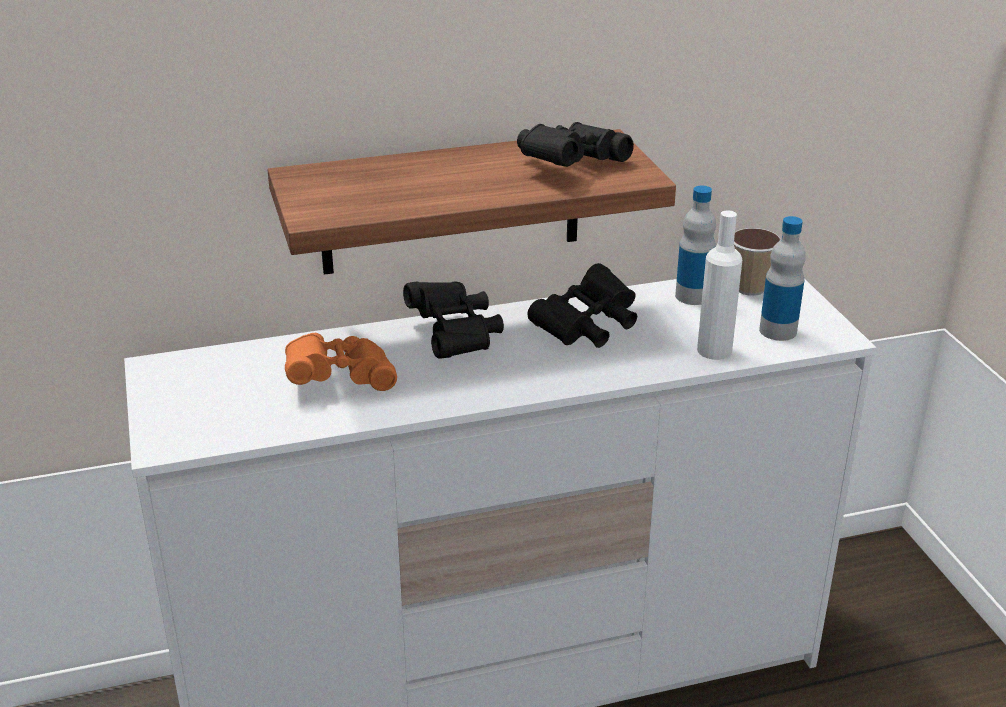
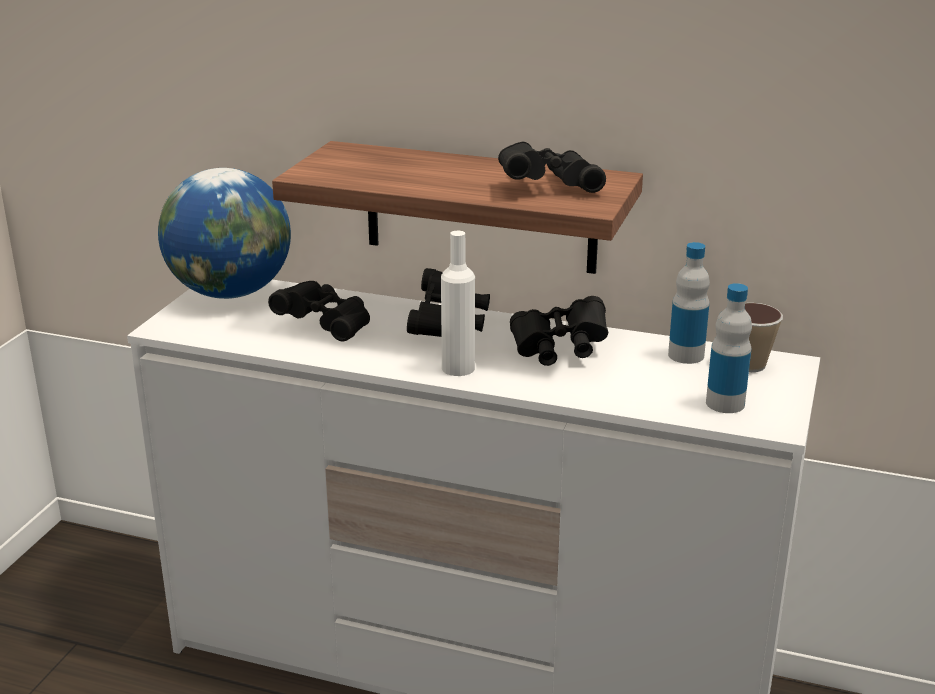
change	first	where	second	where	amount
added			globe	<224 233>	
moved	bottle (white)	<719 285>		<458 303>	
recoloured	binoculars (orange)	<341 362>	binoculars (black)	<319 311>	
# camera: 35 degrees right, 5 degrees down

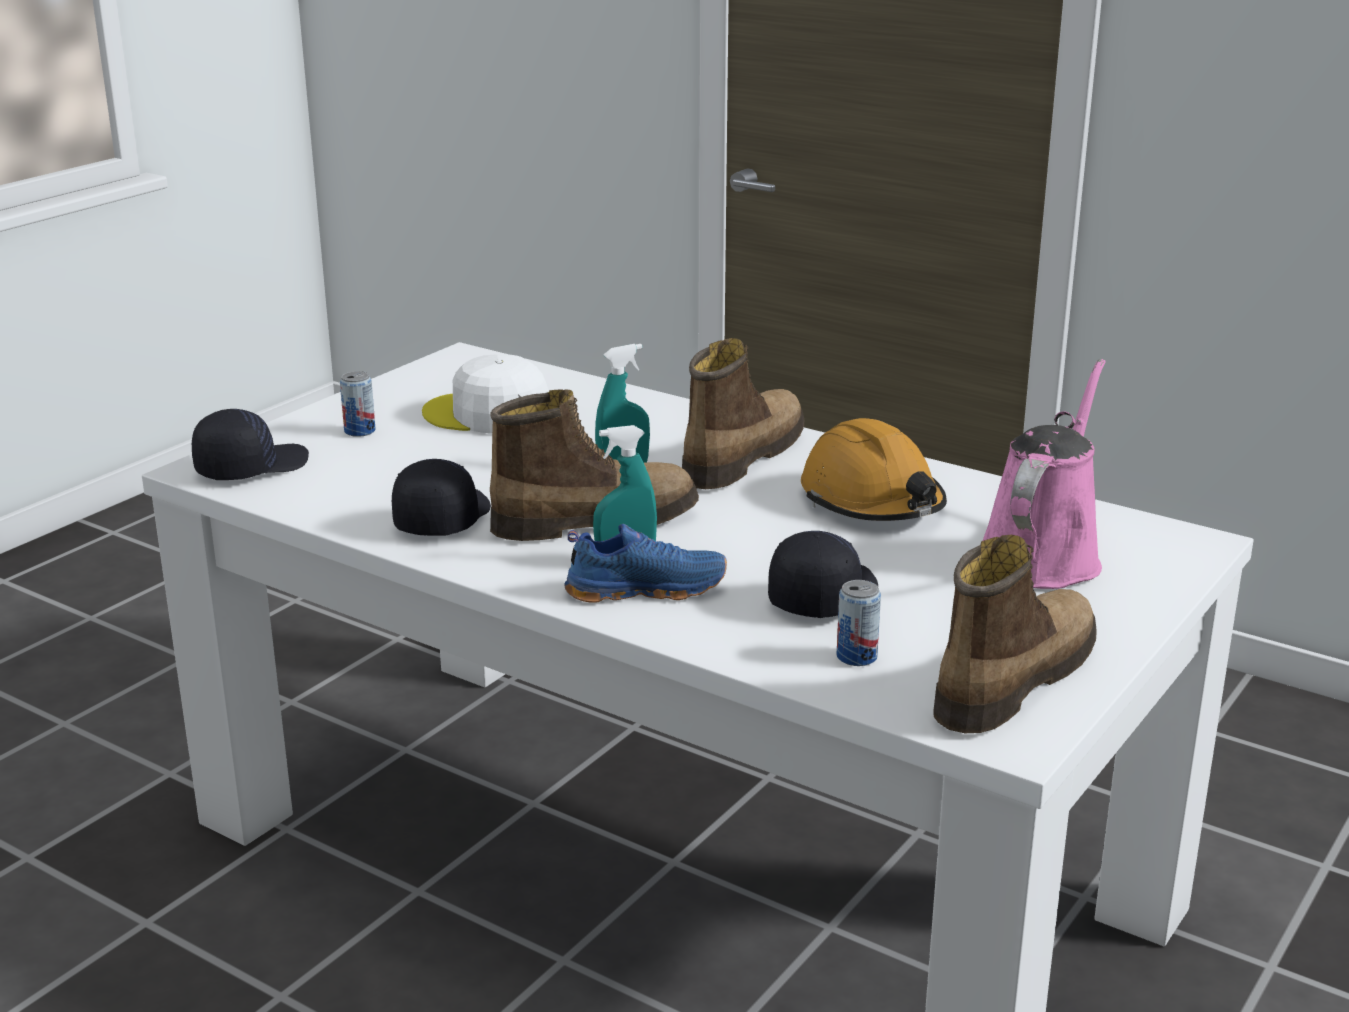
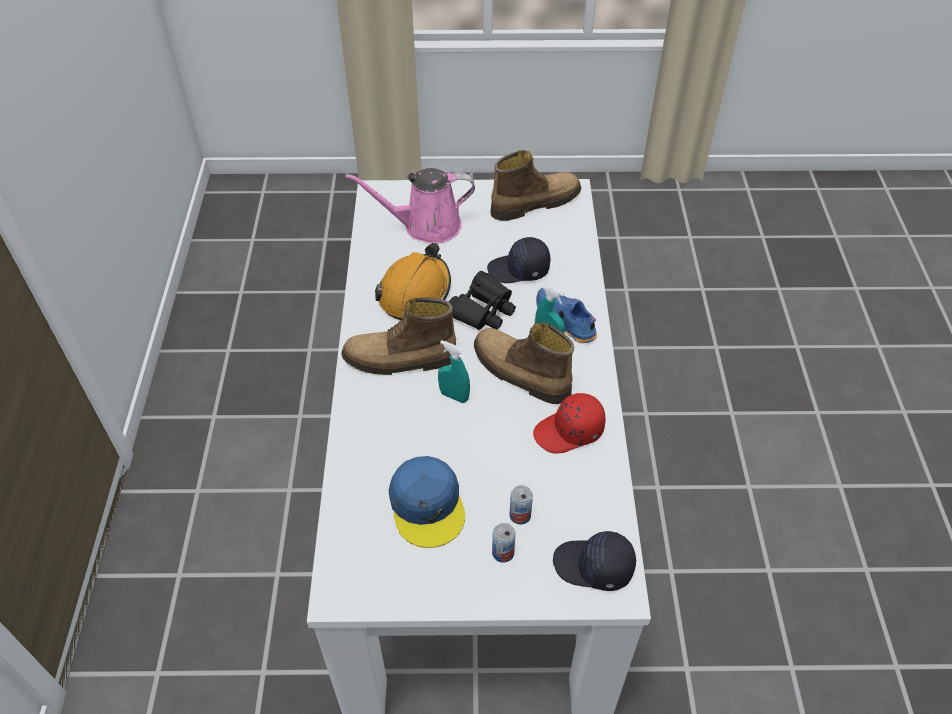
change	first	where	second	where	amount
added			binoculars (black)	<482 300>	
moved	can	<859 623>		<521 505>	
recoloured	cap (black)	<441 497>	cap (red)	<569 423>	
recoloured	cap (white)	<485 394>	cap (blue)	<427 502>	
turned	boot	<1015 634>		<535 185>	150 degrees clockwise
# camera: 125 degrees left, 25 degrees up

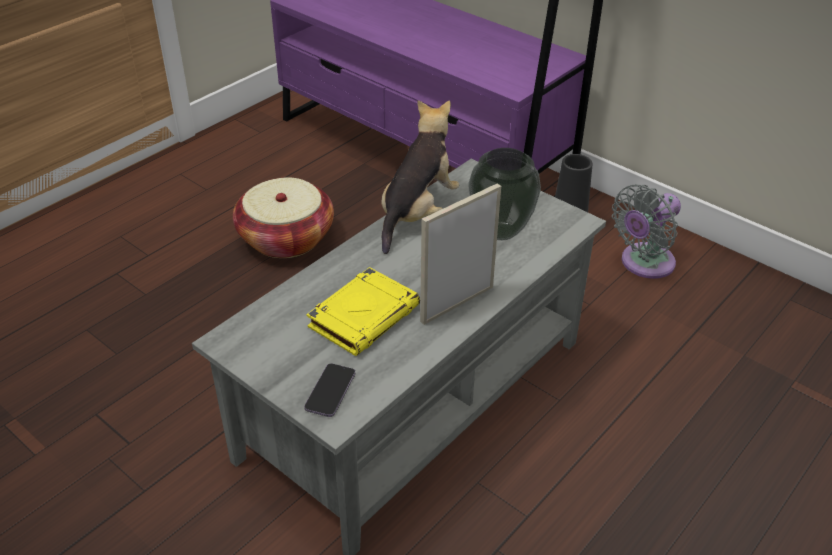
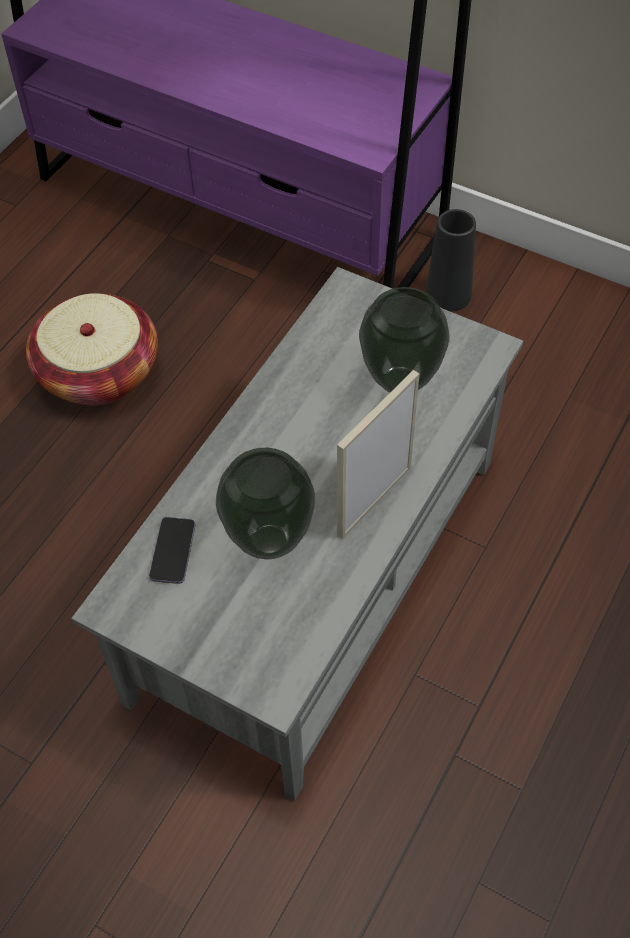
change	first	where	second	where	amount
removed	plush toy	<420 177>			
removed	fan (grey)	<646 231>			
moved	phone	<329 390>		<172 550>	
replaced	book (yellow)	<363 311>	vase	<265 503>	
# camera: 10 degrees left, 15 degrees up

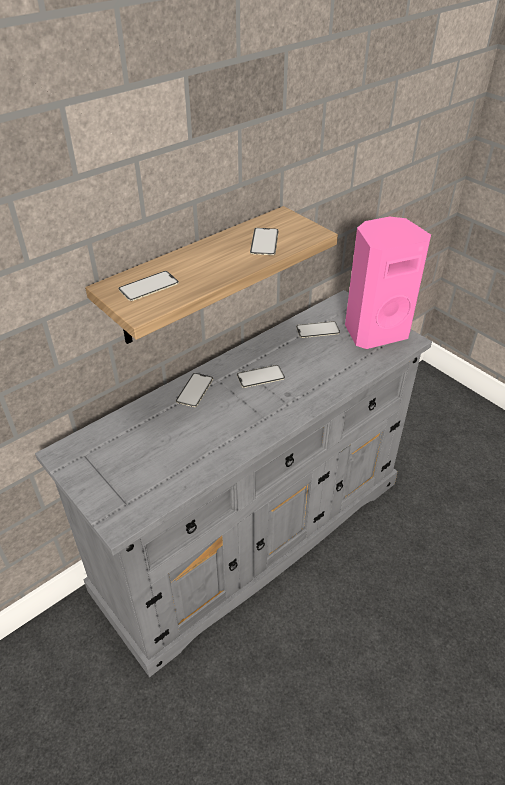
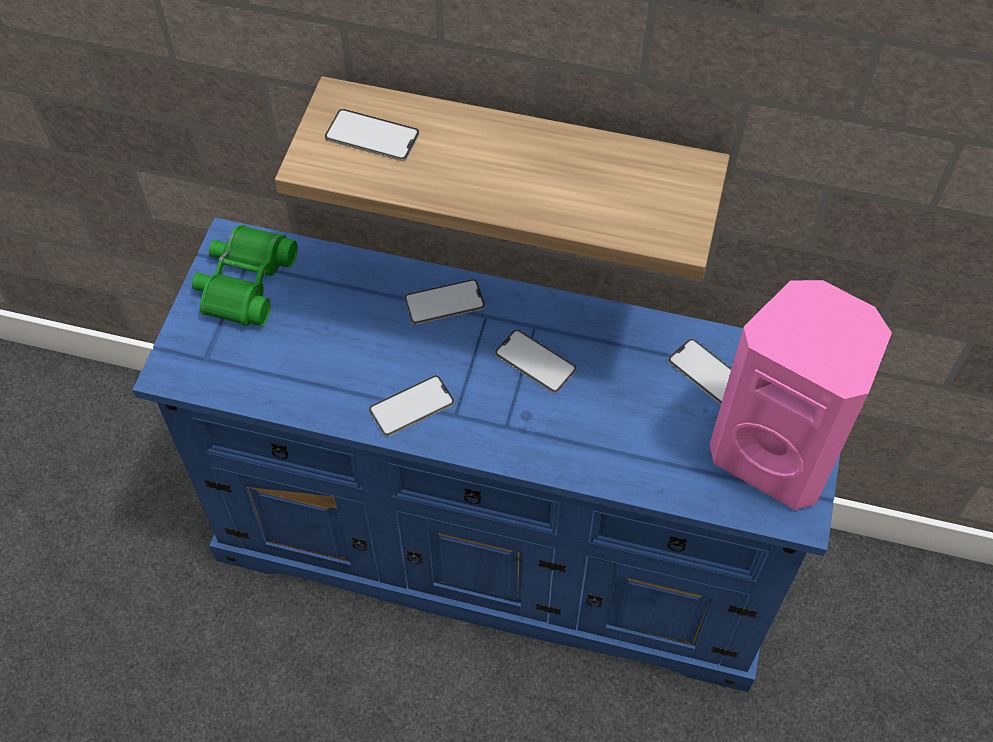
change	first	where	second	where	amount
added			binoculars (green)	<245 275>	
moved	phone	<264 241>		<412 406>	
recoloured	dresser (grey)	<233 483>	dresser (blue)	<486 454>	
# camera: 55 degrees right, 15 degrees up

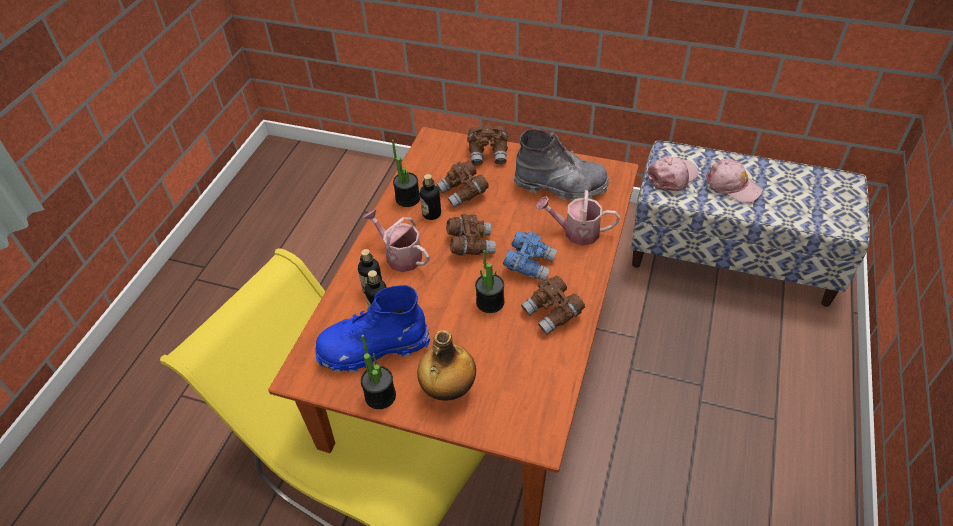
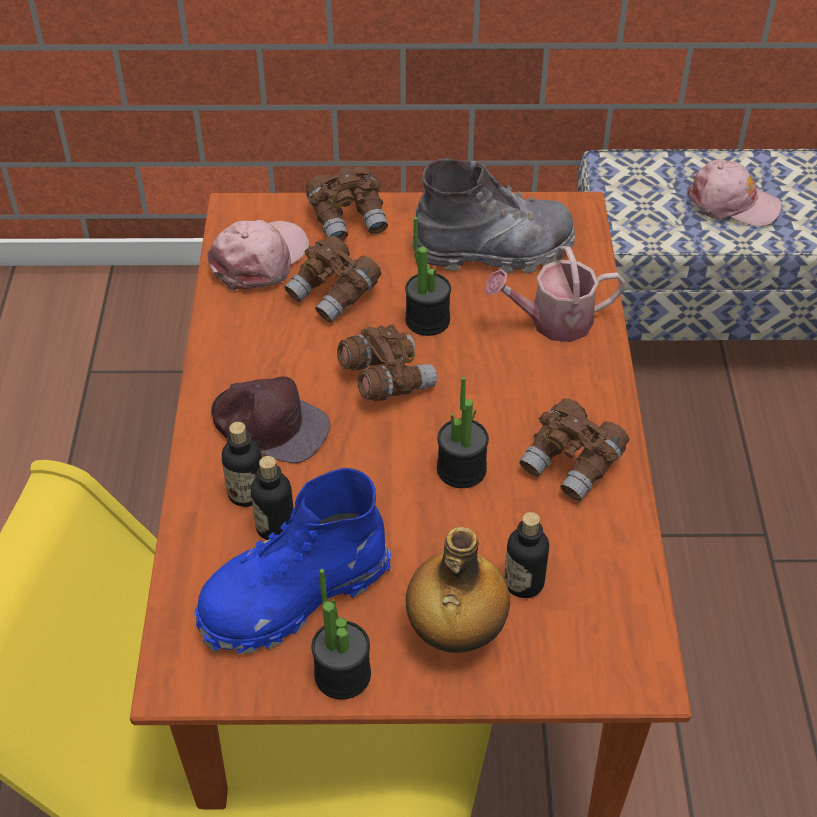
change	first	where	second	where	amount
removed	binoculars (blue)	<530 256>			
moved	potted plant	<406 173>		<428 276>	
moved	bottle	<430 197>		<526 555>	
moved	cap (pink)	<673 173>		<258 255>	
replaced	watering can	<396 240>	cap (brown)	<271 419>	
# camera: 20 degrees left, 0 degrees up

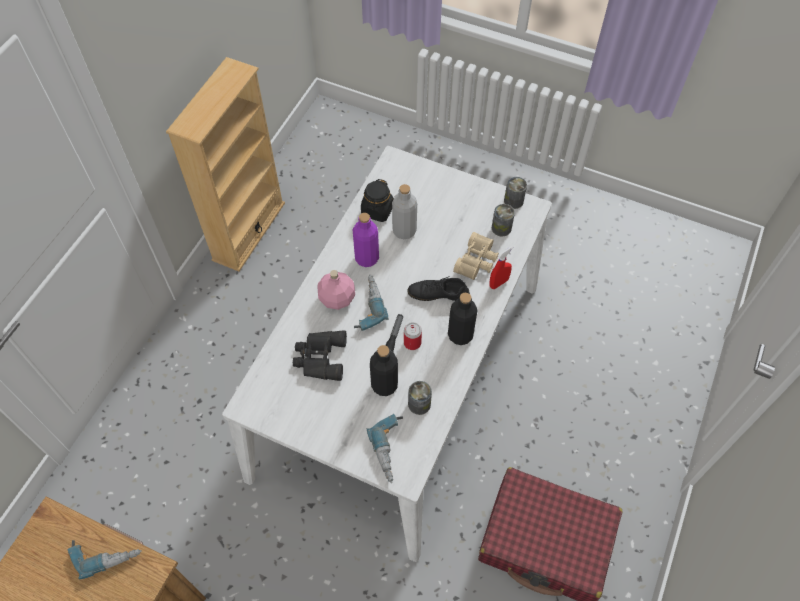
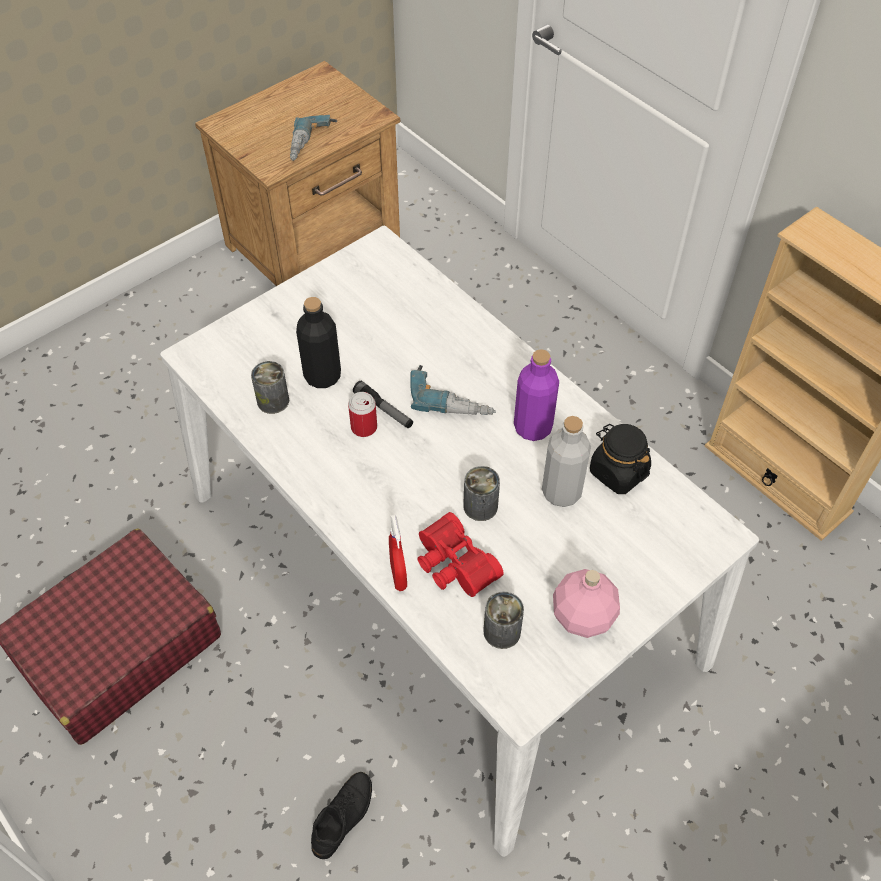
change	first	where	second	where	amount
removed	binoculars (black)	<320 356>			
removed	power drill	<385 448>			
removed	bottle (black)	<463 319>			
moved	bottle (pink)	<336 290>		<586 603>	
moved	shoe (black)	<438 288>		<341 815>	
moved	can	<515 193>		<481 493>	
recoloured	binoculars (beige)	<476 256>	binoculars (red)	<461 554>	
# camera: 115 degrees right, 5 degrees down

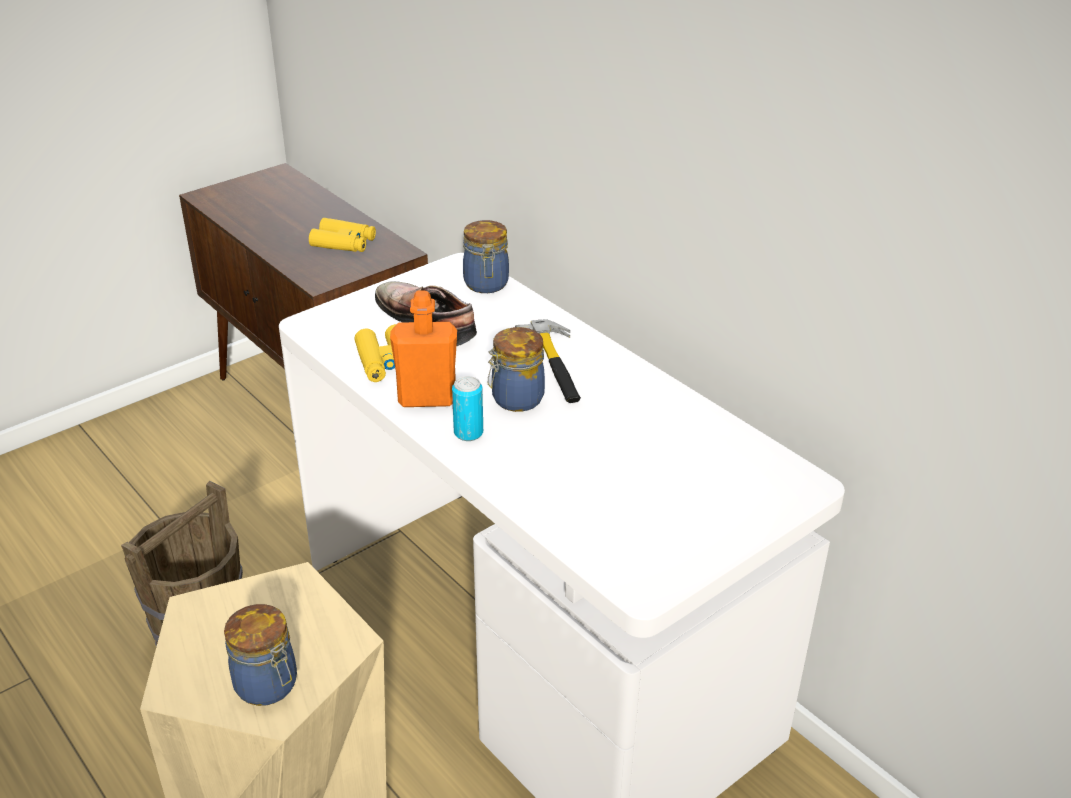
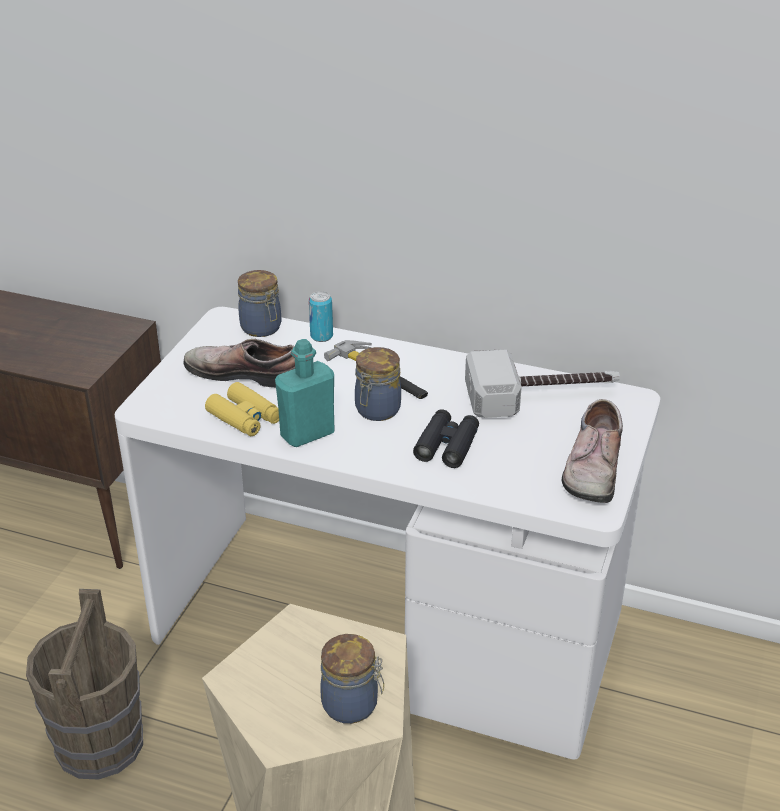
change	first	where	second	where	amount
removed	binoculars (yellow)	<342 235>			
added			binoculars (black)	<446 438>	
added			hammer	<542 384>	
added			shoe	<592 451>	
moved	can	<467 408>		<321 316>	
recoloured	bottle (orange)	<423 348>	bottle (turquoise)	<304 393>	
# camera: 30 degrees left, 0 degrees up

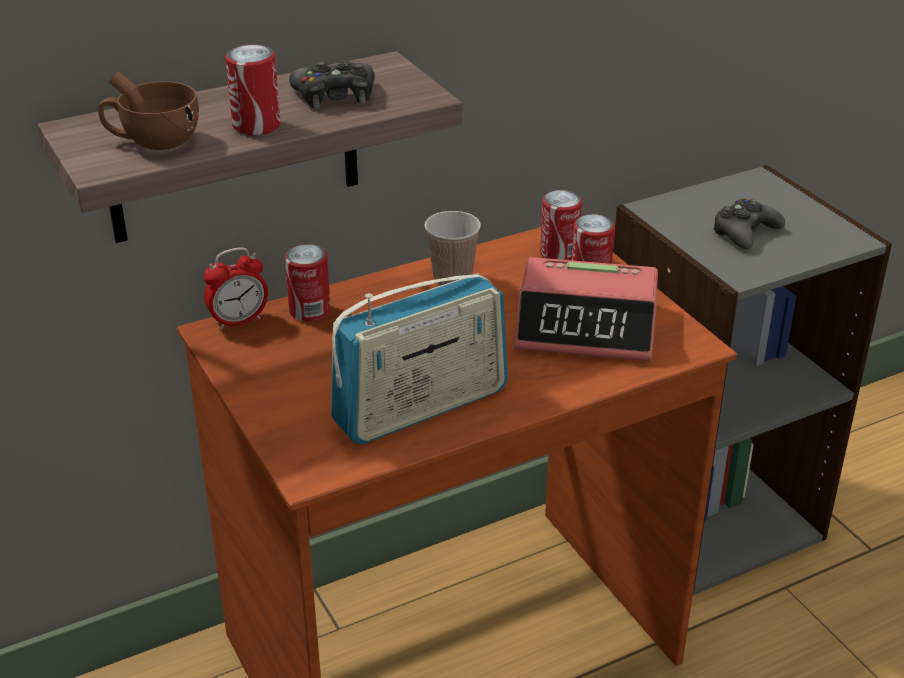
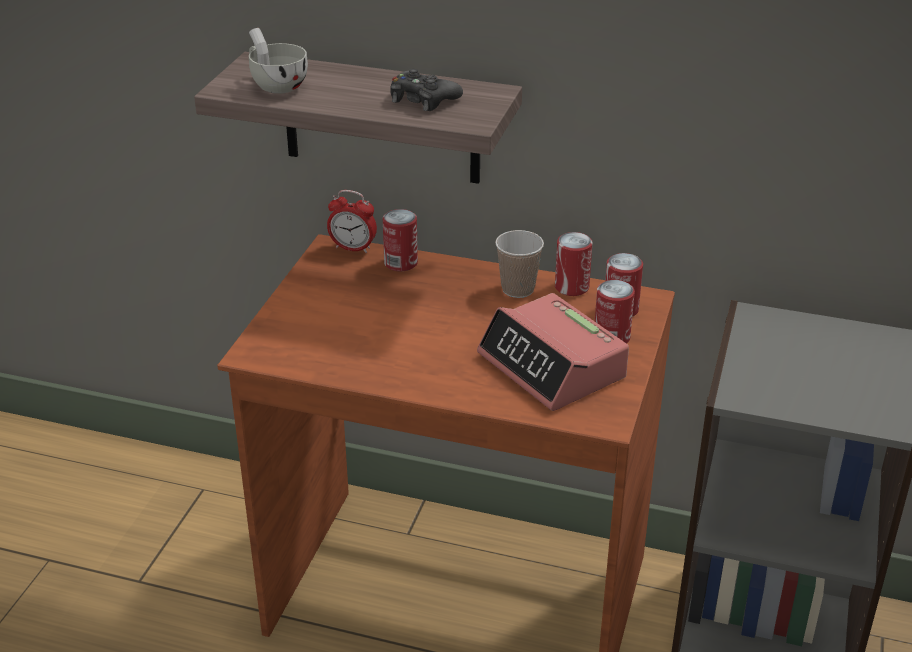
change	first	where	second	where	amount
removed	radio	<419 358>			
removed	game controller (black)	<749 224>			
moved	can	<253 90>		<573 264>	
recoloured	cup (brown)	<148 110>	cup (white)	<278 61>	
# camera: 45 degrees right, 0 degrees up

